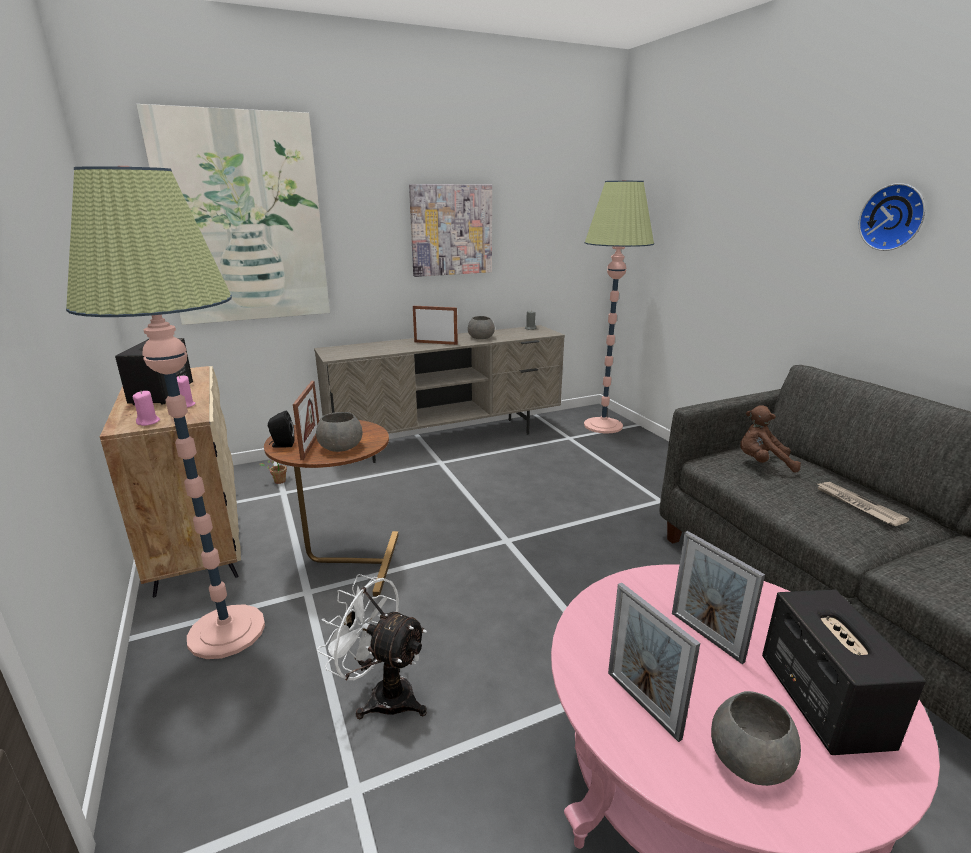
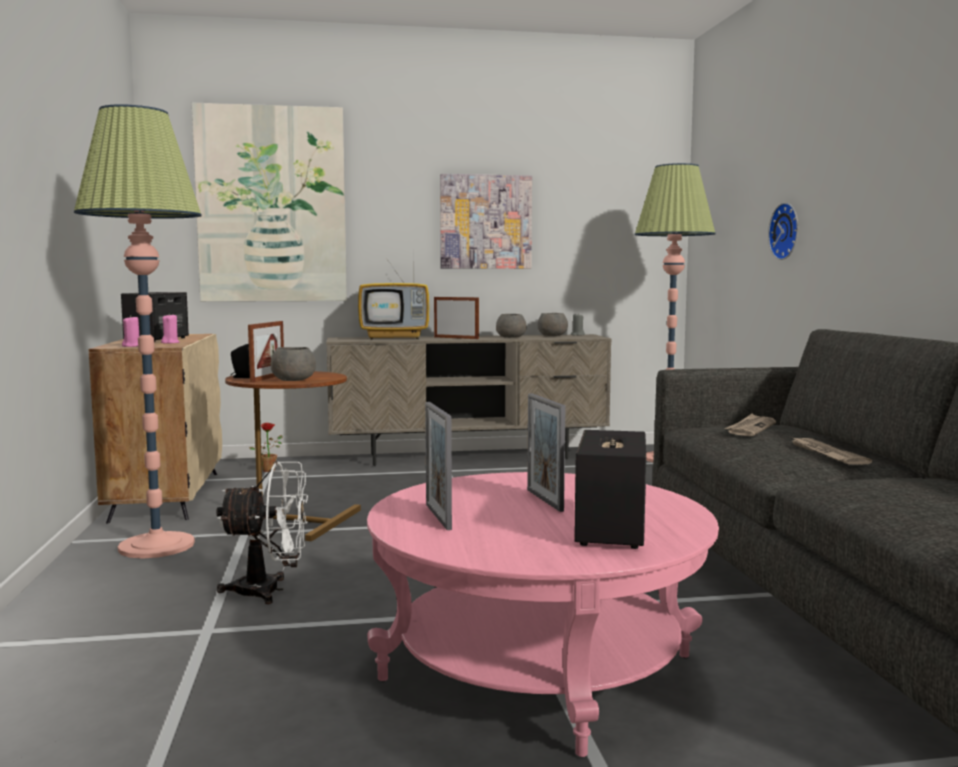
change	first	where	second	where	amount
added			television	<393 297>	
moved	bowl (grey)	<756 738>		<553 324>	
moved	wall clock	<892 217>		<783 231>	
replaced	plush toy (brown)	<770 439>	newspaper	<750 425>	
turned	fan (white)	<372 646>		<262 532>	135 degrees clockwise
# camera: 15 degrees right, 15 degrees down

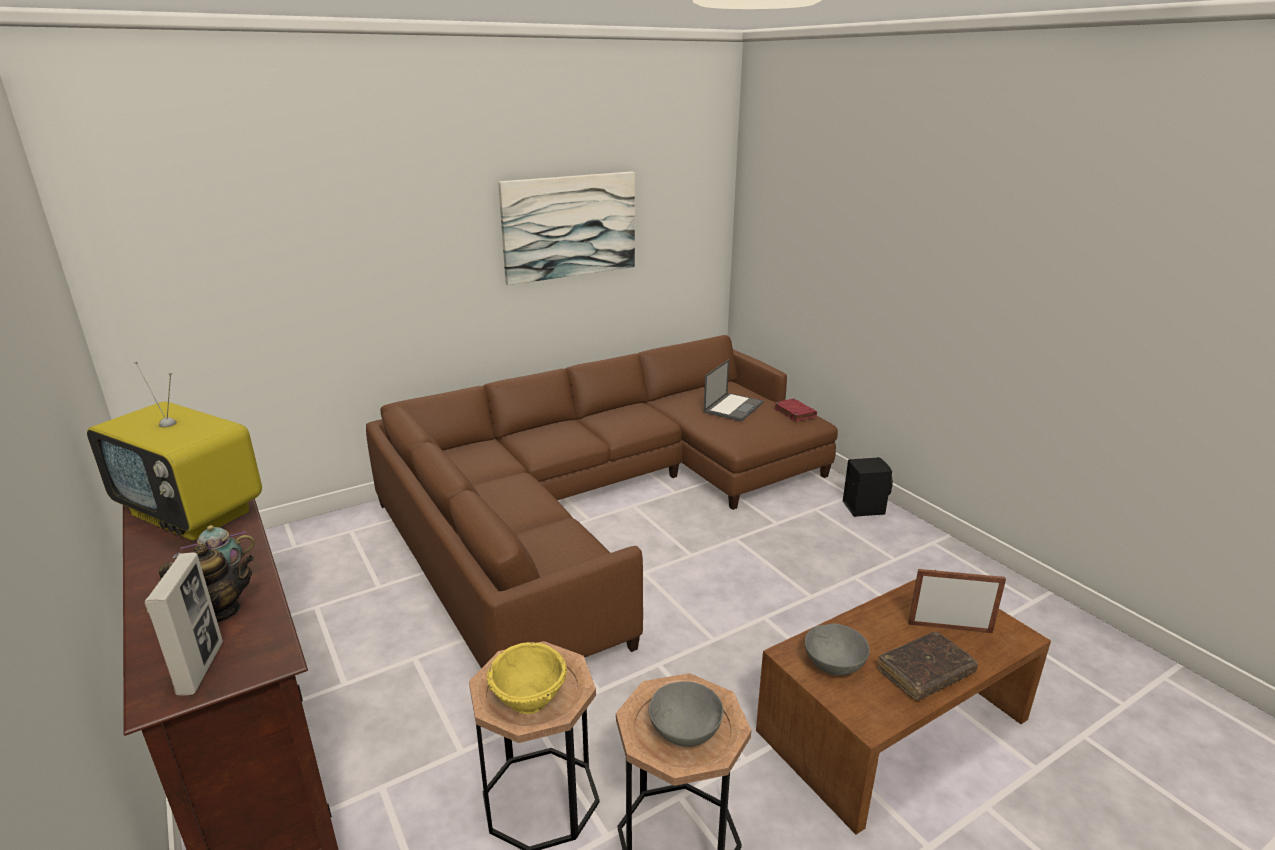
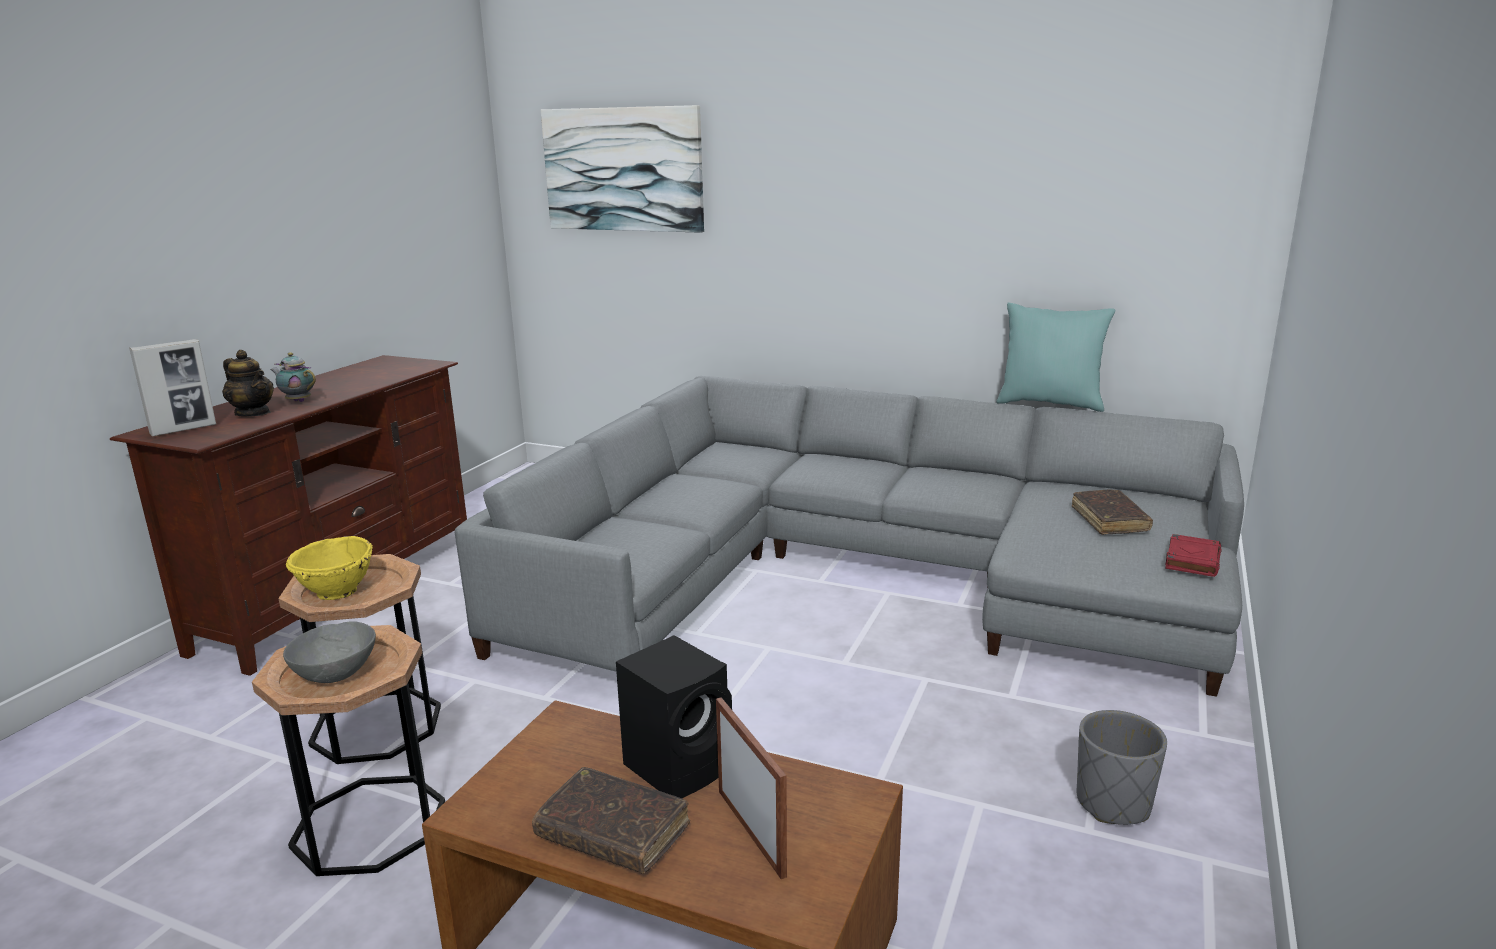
change	first	where	second	where	amount
removed	television	<174 451>			
removed	bowl (grey)	<837 649>			
added			pillow (turquoise)	<1055 357>	
added			planter (grey)	<1122 767>	
moved	picture	<566 228>		<622 169>	
moved	speaker (black)	<868 487>		<674 716>	
replaced	laptop	<734 390>	book (brown)	<1112 512>	
recoloured	sofa (brown)	<602 501>	sofa (grey)	<849 536>	
# camera: 55 degrees right, 5 degrees down

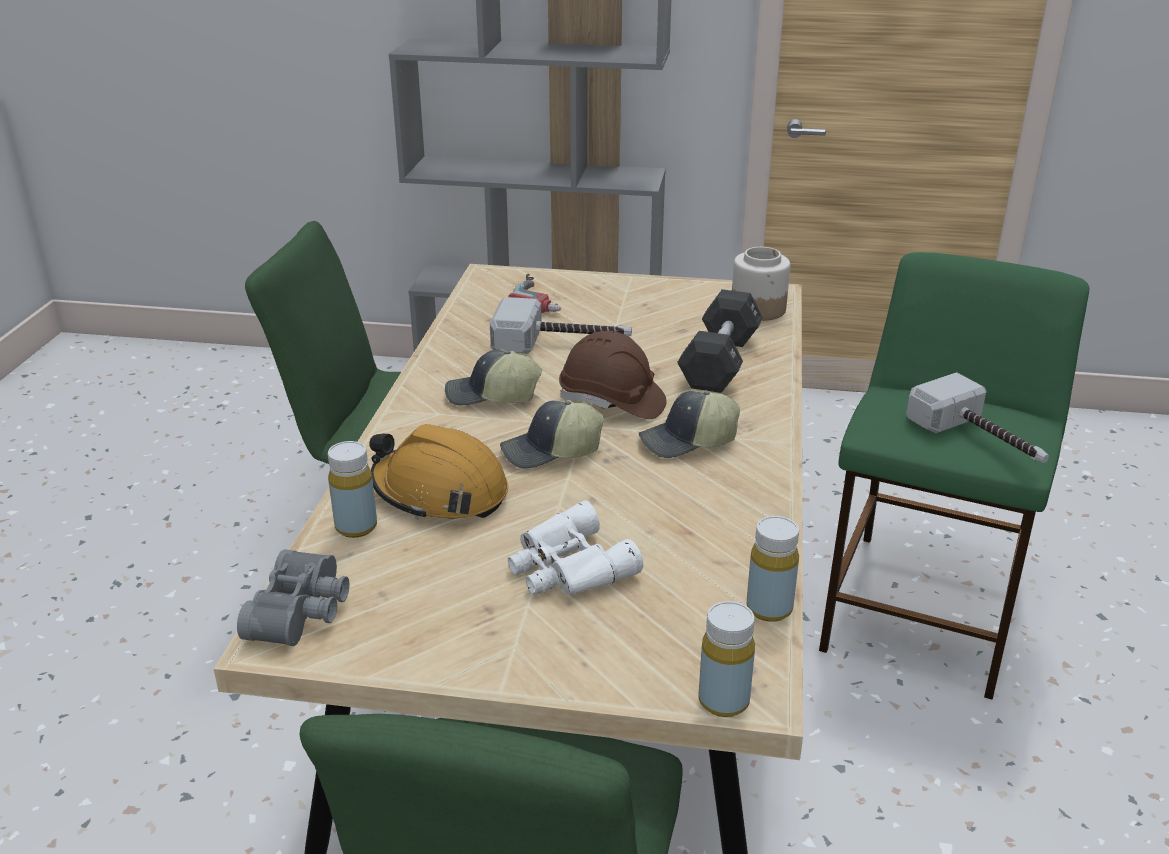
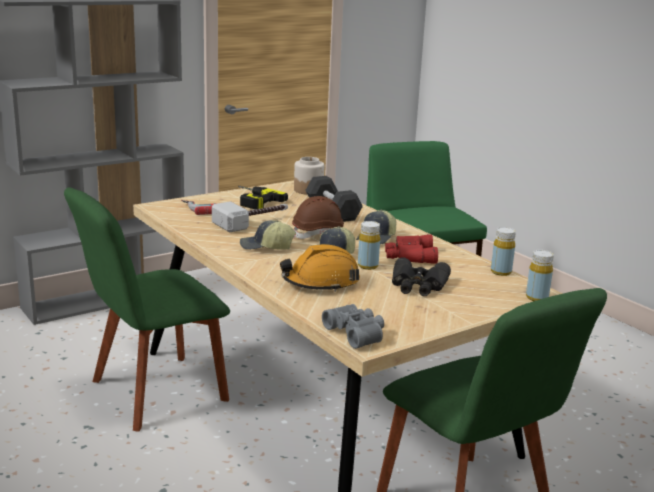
change	first	where	second	where	amount
removed	hammer	<977 417>			
added			power drill	<263 197>	
added			binoculars (red)	<411 249>	
moved	bottle (yellow)	<352 489>		<369 245>	
recoloured	binoculars (white)	<575 548>	binoculars (black)	<421 276>	
turned	cap	<493 377>		<268 235>	45 degrees clockwise
# camera: 45 degrees left, 10 degrees down

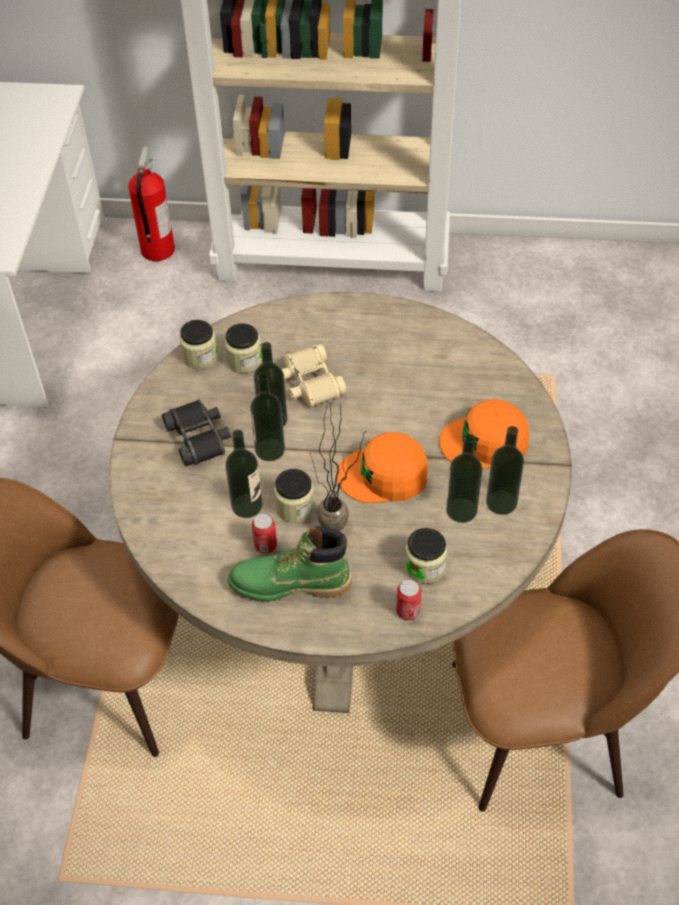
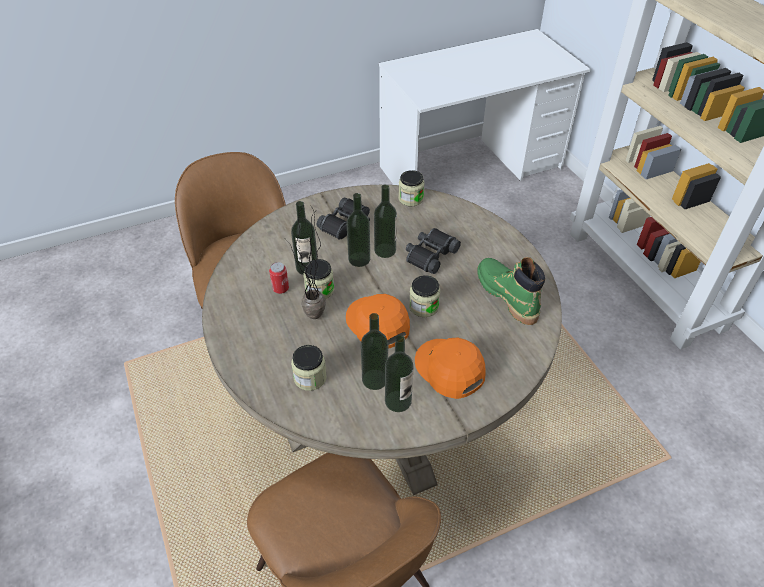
change	first	where	second	where	amount
removed	fire extinguisher	<151 203>			
removed	can	<409 599>			
moved	jar	<243 348>		<424 296>	
moved	boot (green)	<290 564>		<511 291>	
recoloured	binoculars (beige)	<314 375>	binoculars (black)	<433 251>	
# camera: 60 degrees right, 5 degrees down

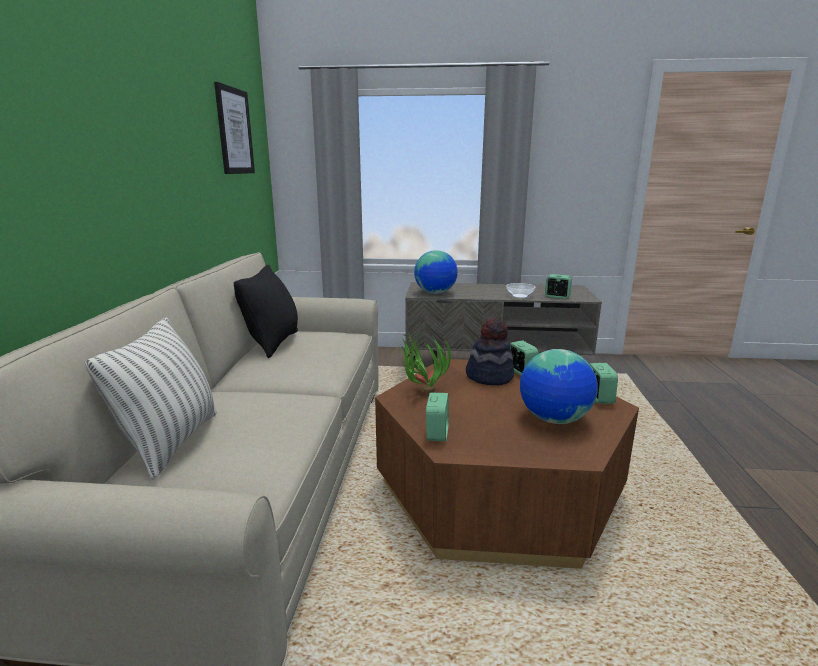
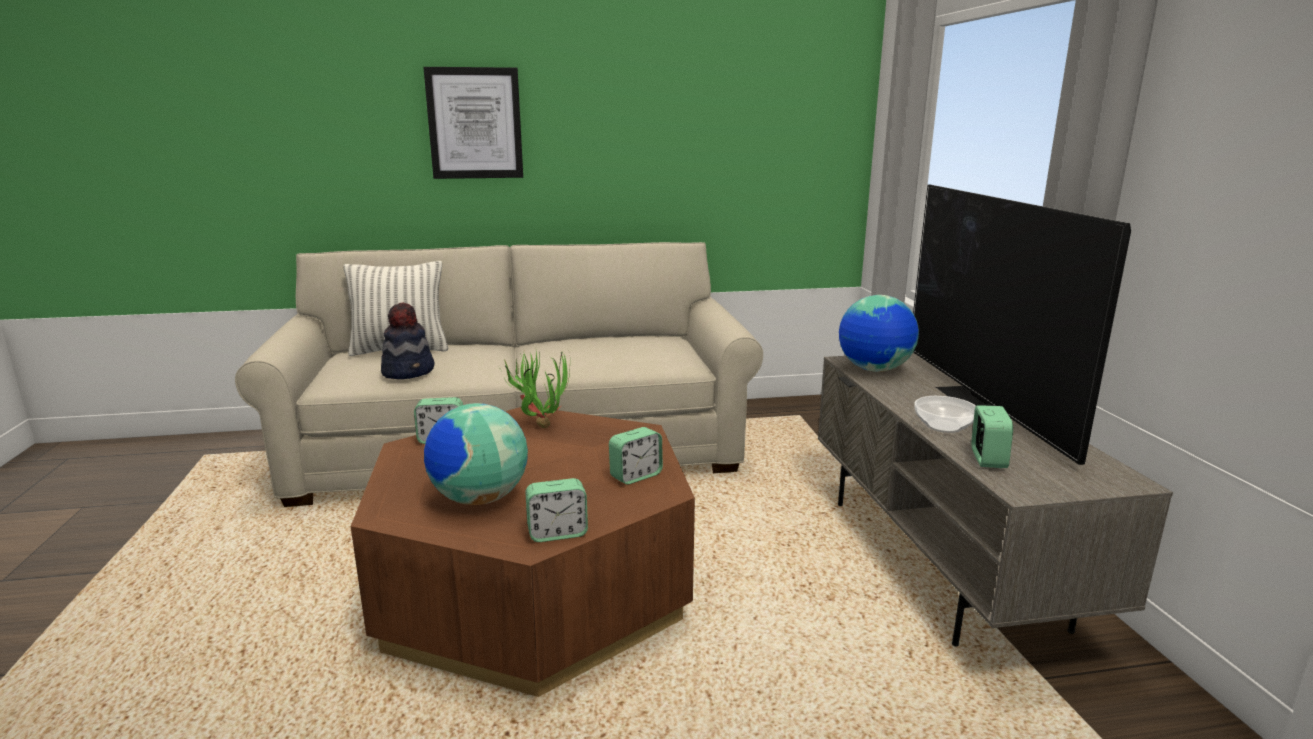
change	first	where	second	where	amount
removed	pillow (black)	<266 311>			
added			television	<1022 324>	
moved	picture	<234 128>		<473 123>	
moved	hat	<490 351>		<407 340>	
# camera: 75 degrees right, 0 degrees up

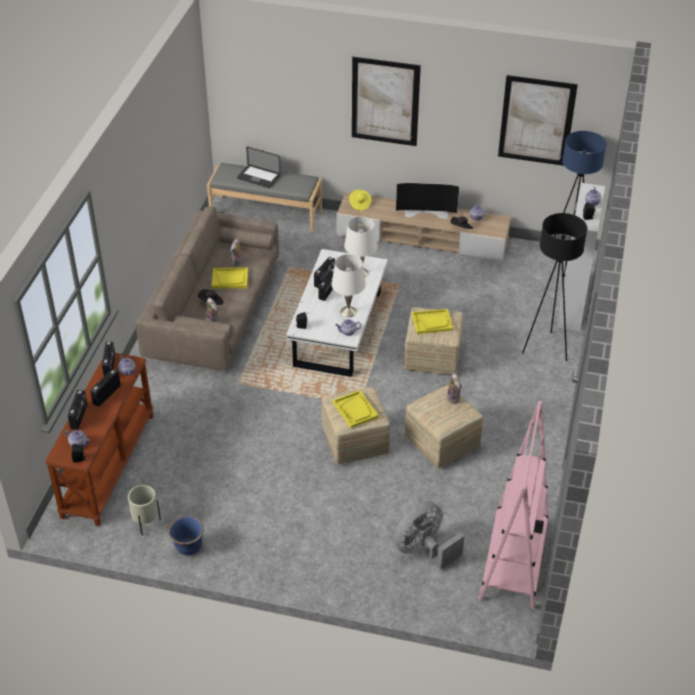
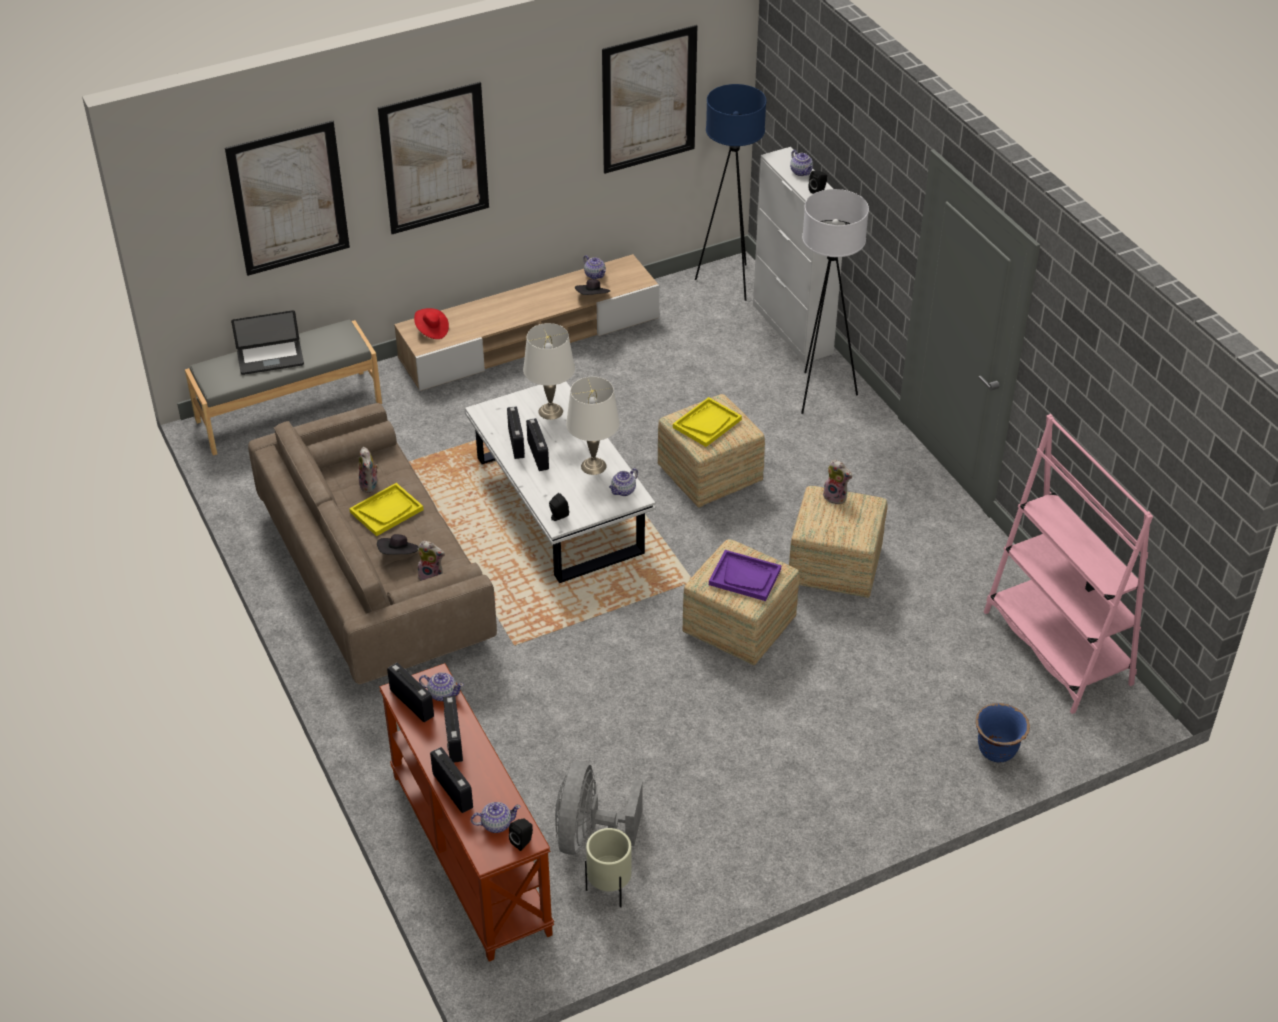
change	first	where	second	where	amount
removed	television	<428 201>			
added			picture	<287 198>	
moved	planter (blue)	<186 536>		<1003 733>	
moved	fan (grey)	<429 536>		<599 808>	
recoloured	tray (yellow)	<356 409>	tray (purple)	<745 575>	
recoloured	hat (yellow)	<360 200>	hat (red)	<431 323>	
recoloured	floor lamp (black)	<554 287>	floor lamp (white)	<835 301>	
# camera: 40 degrees left, 0 degrees up

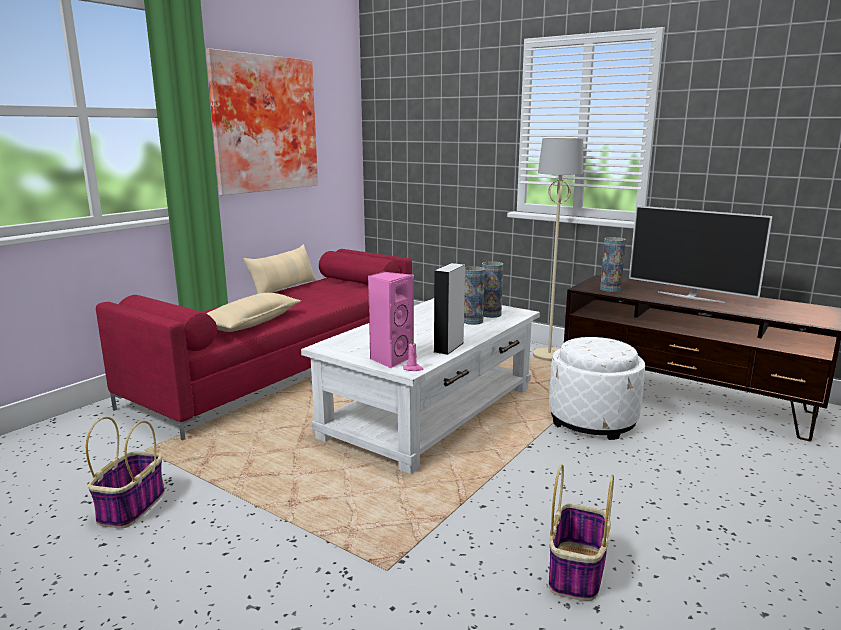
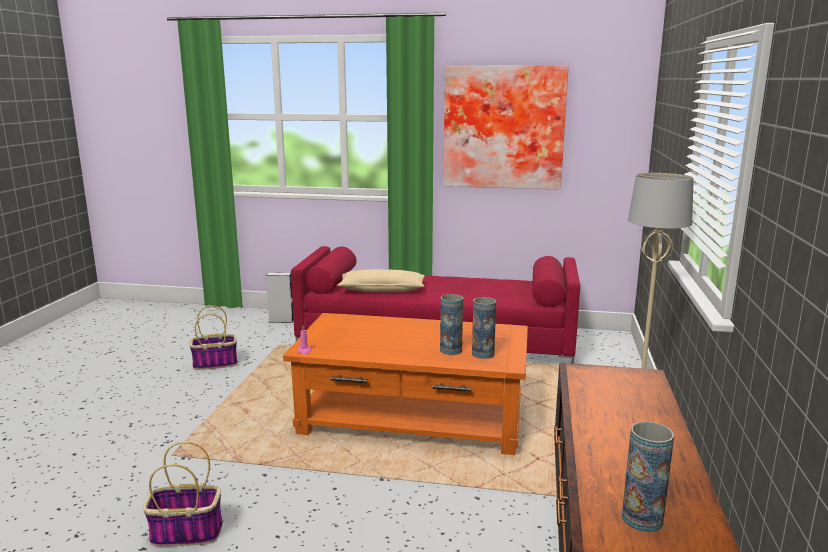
change	first	where	second	where	amount
removed	pillow (beige)	<280 269>			
removed	speaker (pink)	<391 320>			
removed	ottoman (white)	<597 388>			
removed	television	<701 254>			
moved	speaker (grey)	<449 309>		<280 298>	
moved	vase	<613 264>		<648 476>	
recoloured	coffee table (white)	<420 386>	coffee table (orange)	<405 384>	
# camera: 65 degrees right, 0 degrees up

